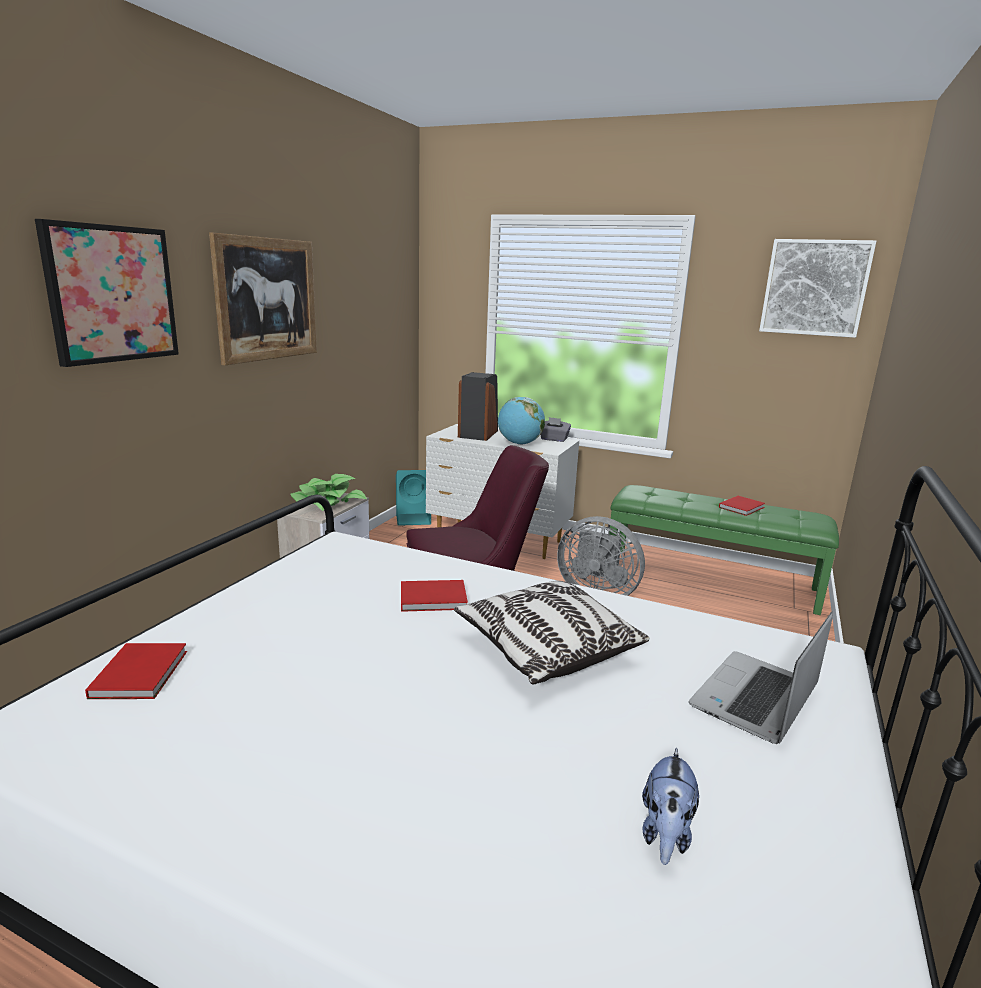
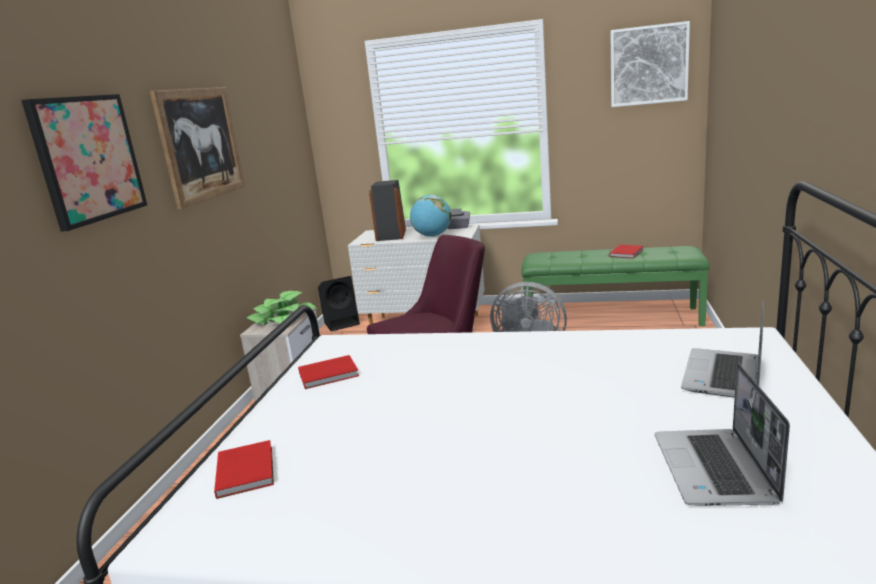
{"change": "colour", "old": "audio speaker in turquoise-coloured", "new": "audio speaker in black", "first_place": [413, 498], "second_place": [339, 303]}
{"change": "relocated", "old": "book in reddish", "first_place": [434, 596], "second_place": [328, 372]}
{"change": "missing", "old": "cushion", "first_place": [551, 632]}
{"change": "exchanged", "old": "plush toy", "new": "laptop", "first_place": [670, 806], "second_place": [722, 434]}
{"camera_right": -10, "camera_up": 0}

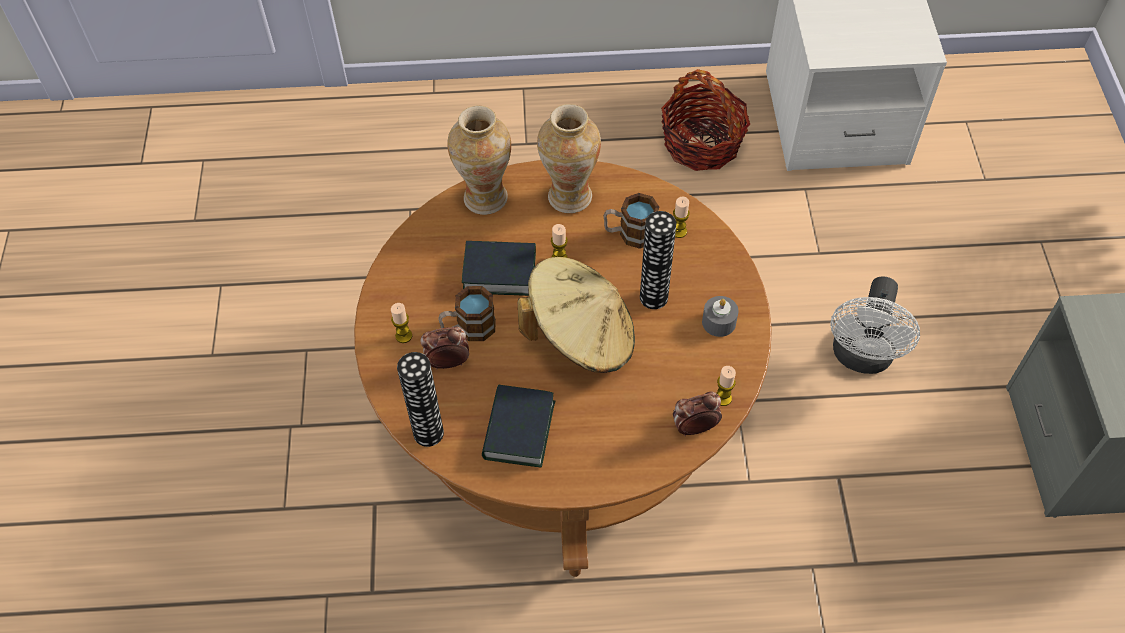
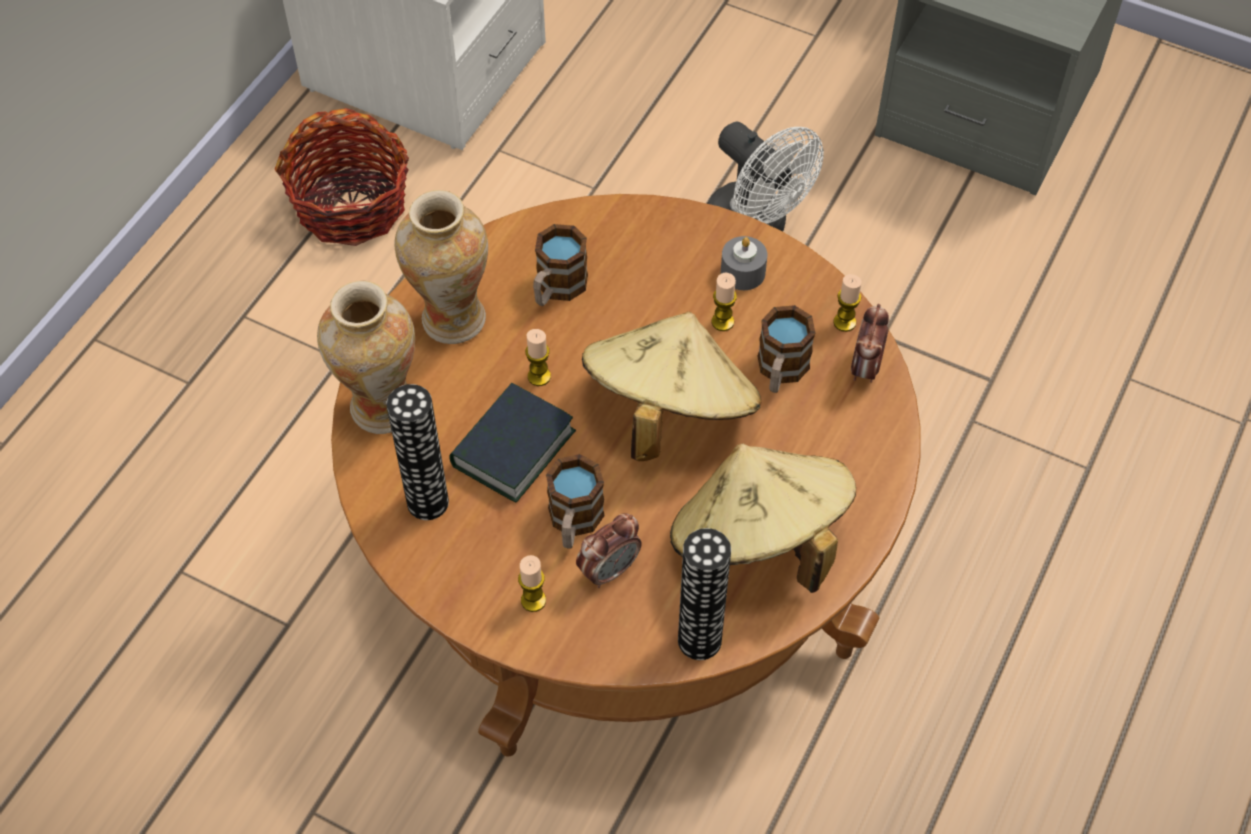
{"change": "spun", "old": "alarm clock", "first_place": [444, 348], "second_place": [609, 550], "degrees": -150}
{"change": "exchanged", "old": "book", "new": "hat in beige-coloured", "first_place": [518, 426], "second_place": [763, 518]}
{"change": "relocated", "old": "decorative vase", "first_place": [658, 260], "second_place": [417, 452]}
{"change": "relocated", "old": "wax candle", "first_place": [681, 217], "second_place": [724, 302]}
{"change": "appeared", "new": "tea mug", "second_place": [786, 349]}
{"camera_right": -60, "camera_up": 0}

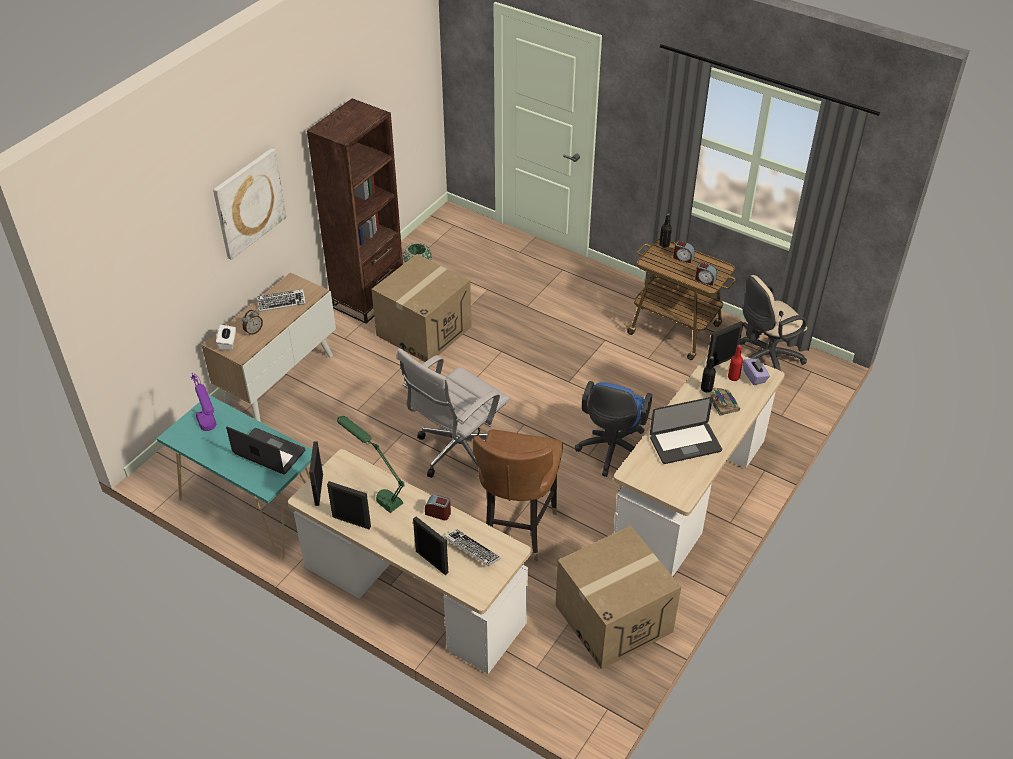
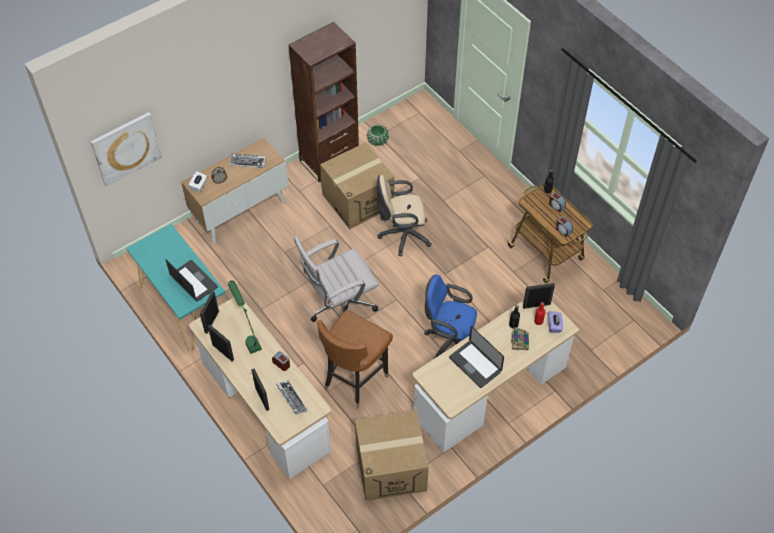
{"change": "missing", "old": "lamp for a table in purple-coloured", "first_place": [203, 402]}
{"change": "relocated", "old": "wall picture", "first_place": [249, 204], "second_place": [126, 149]}
{"change": "spun", "old": "desk chair in bluish", "first_place": [613, 429], "second_place": [450, 317], "degrees": 75}
{"change": "spun", "old": "laptop", "first_place": [686, 430], "second_place": [476, 357], "degrees": 45}
{"change": "relocated", "old": "desk chair in beige-coloured", "first_place": [773, 323], "second_place": [404, 215]}
{"camera_right": 20, "camera_up": 10}

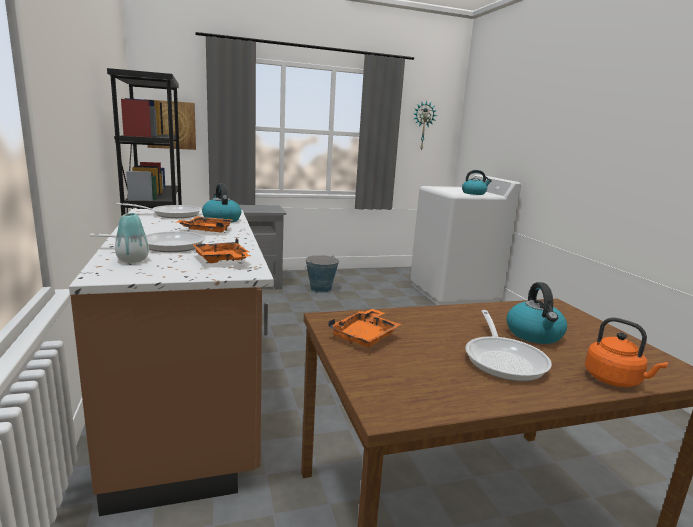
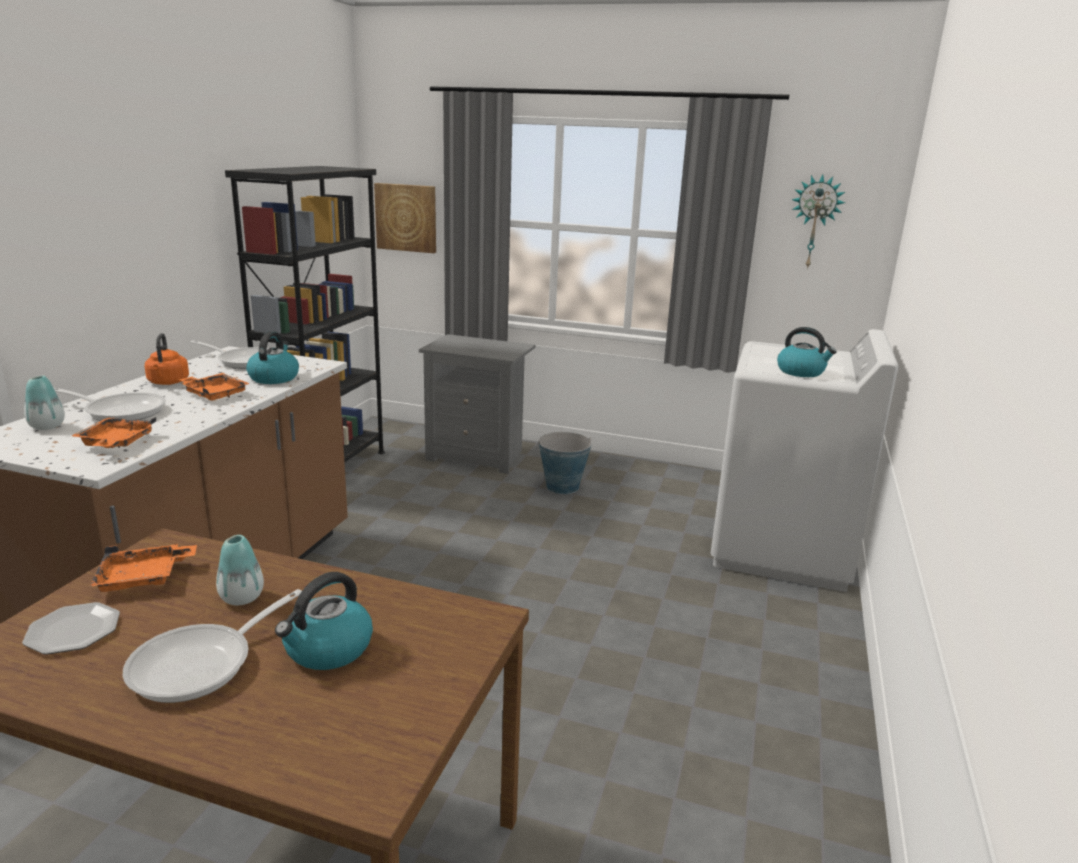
{"change": "relocated", "old": "tea kettle in orangey", "first_place": [626, 352], "second_place": [166, 359]}
{"change": "appeared", "new": "plate", "second_place": [71, 628]}
{"change": "appeared", "new": "decorative vase", "second_place": [240, 570]}
{"camera_right": 35, "camera_up": 5}

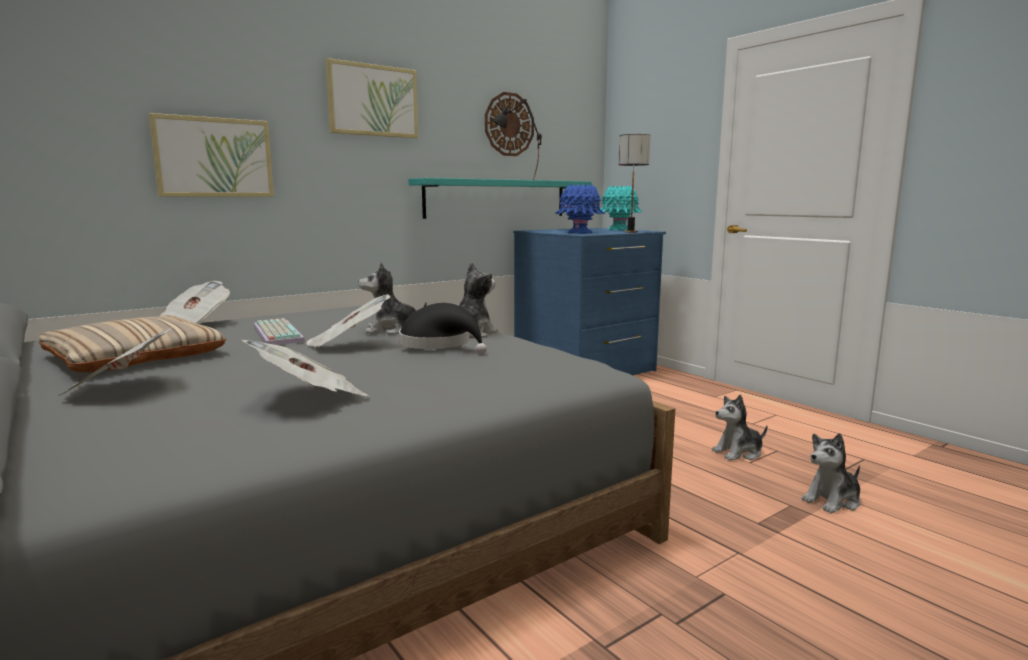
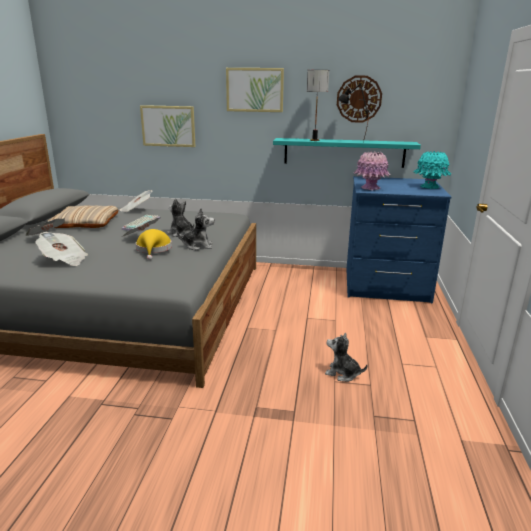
{"change": "colour", "old": "hat in black", "new": "hat in yellow", "first_place": [443, 328], "second_place": [154, 244]}
{"change": "colour", "old": "decorative vase in bluish", "new": "decorative vase in pink-coloured", "first_place": [580, 209], "second_place": [372, 170]}
{"change": "relocated", "old": "lamp for a table", "first_place": [634, 183], "second_place": [318, 105]}
{"change": "missing", "old": "plush toy", "first_place": [830, 473]}
{"camera_right": 45, "camera_up": 10}

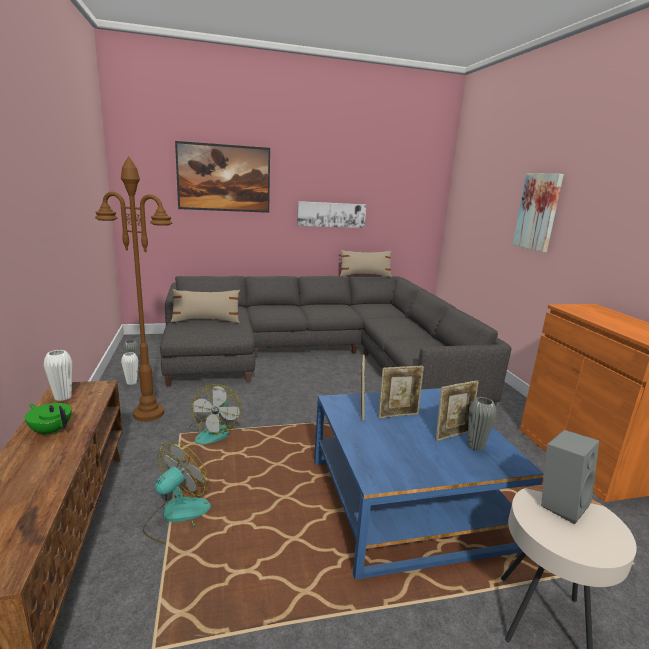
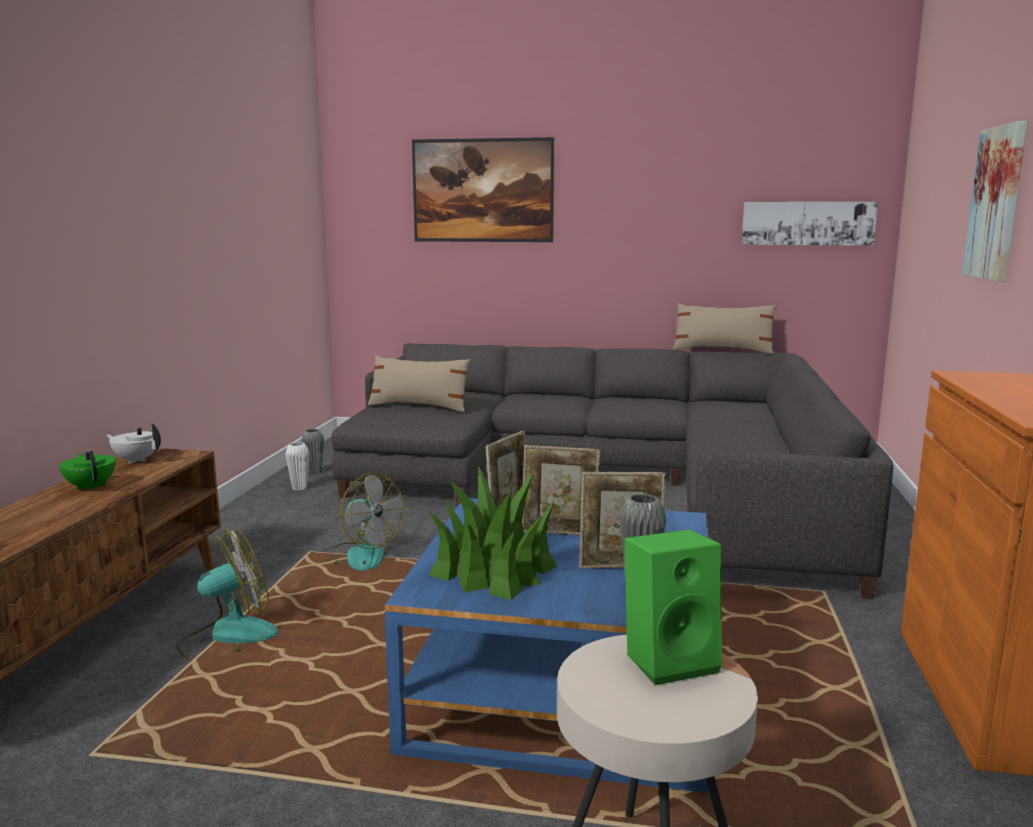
{"change": "exchanged", "old": "decorative vase in white-coloured", "new": "teapot in white-coloured", "first_place": [58, 375], "second_place": [133, 444]}
{"change": "missing", "old": "floor lamp in brown-coloured", "first_place": [134, 288]}
{"change": "spun", "old": "electric fan", "first_place": [215, 414], "second_place": [364, 522], "degrees": -75}
{"change": "relocated", "old": "wall picture", "first_place": [331, 214], "second_place": [810, 224]}
{"change": "colour", "old": "audio speaker in grey", "new": "audio speaker in green-coloured", "first_place": [570, 477], "second_place": [673, 607]}
{"change": "appeared", "new": "potted plant", "second_place": [493, 533]}
{"camera_right": 25, "camera_up": -5}

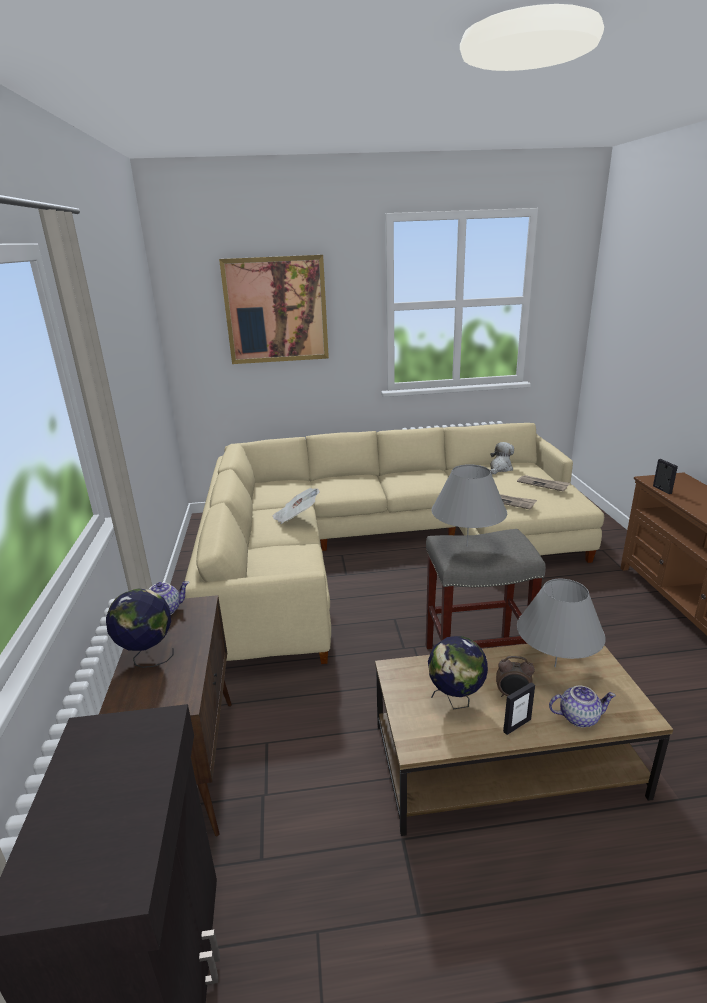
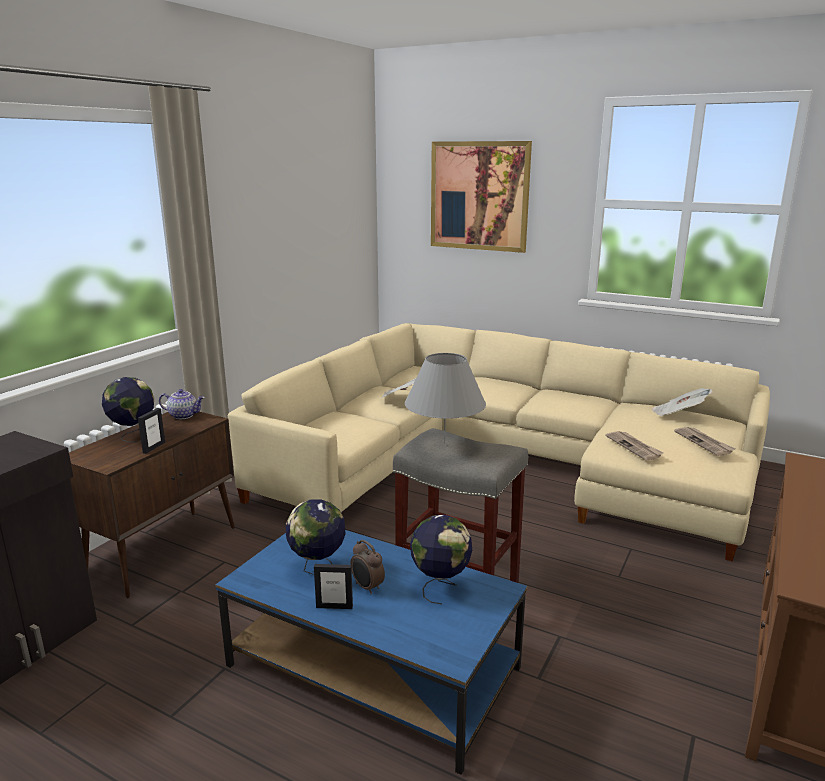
{"change": "colour", "old": "coffee table in brown-coloured", "new": "coffee table in bluish", "first_place": [524, 740], "second_place": [371, 652]}
{"change": "exchanged", "old": "plush toy", "new": "daily paper", "first_place": [502, 458], "second_place": [682, 402]}
{"change": "exchanged", "old": "lamp for a table in grey", "new": "globe", "first_place": [561, 623], "second_place": [441, 559]}
{"change": "missing", "old": "teapot", "first_place": [582, 706]}
{"change": "relocated", "old": "picture frame", "first_place": [665, 476], "second_place": [151, 431]}
{"camera_right": 35, "camera_up": -5}

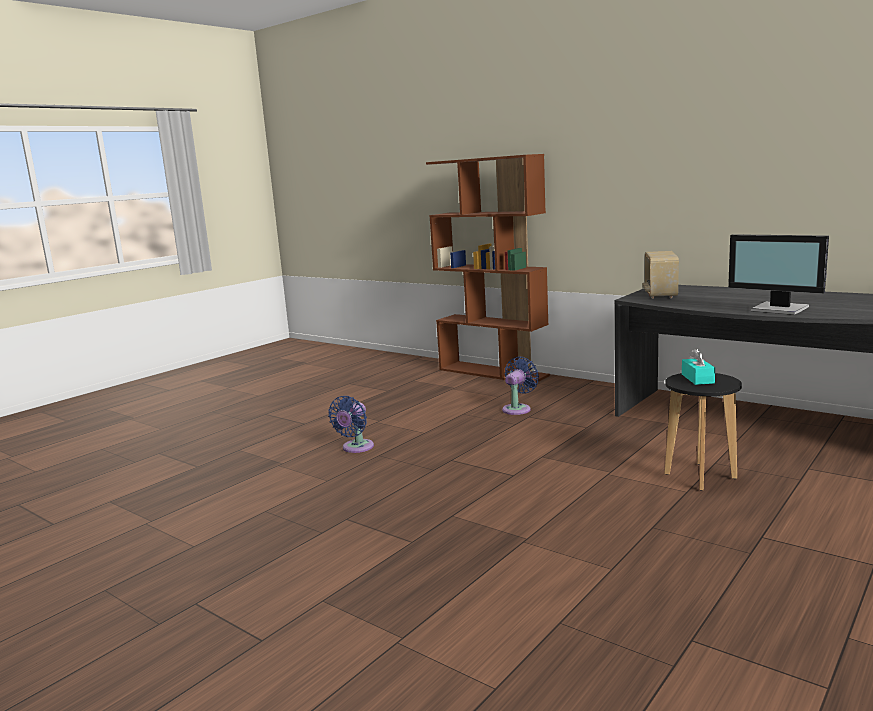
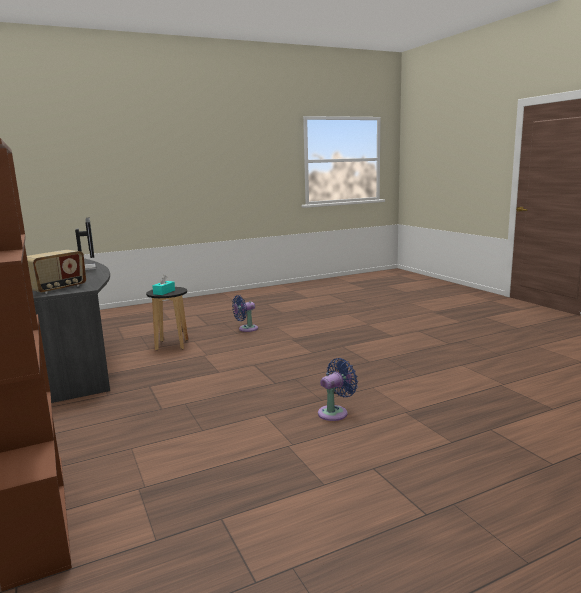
{"change": "relocated", "old": "electric fan in bluish", "first_place": [520, 385], "second_place": [245, 313]}
{"camera_right": -155, "camera_up": 0}

